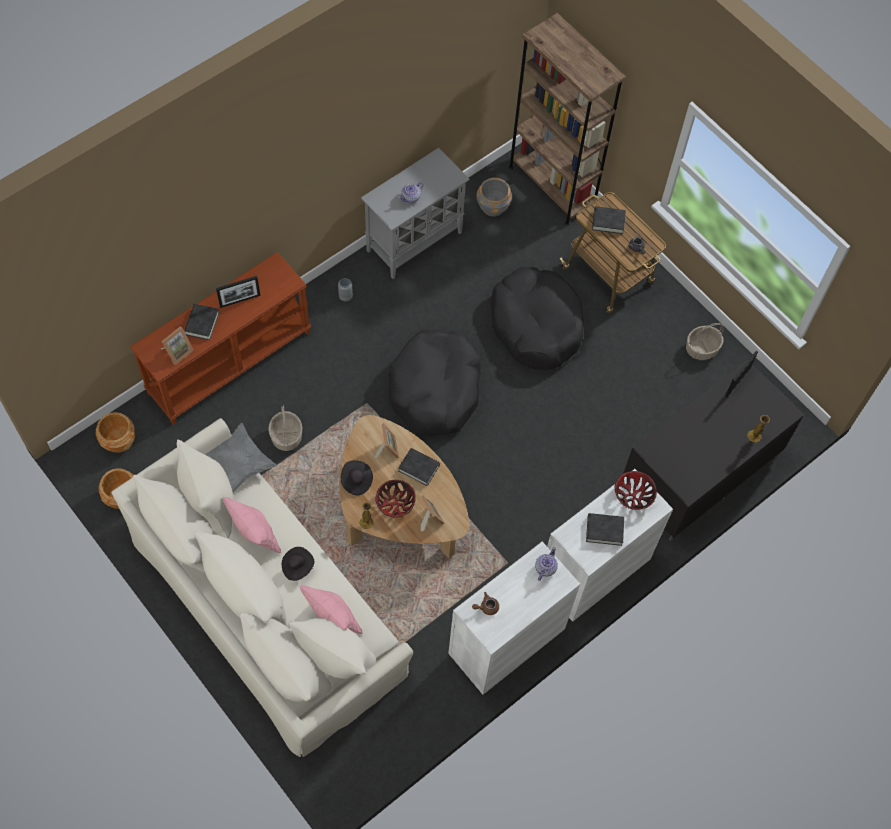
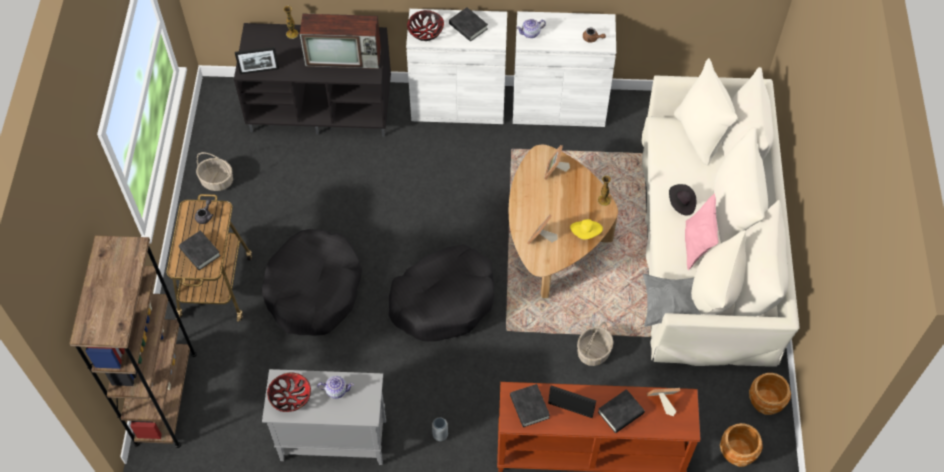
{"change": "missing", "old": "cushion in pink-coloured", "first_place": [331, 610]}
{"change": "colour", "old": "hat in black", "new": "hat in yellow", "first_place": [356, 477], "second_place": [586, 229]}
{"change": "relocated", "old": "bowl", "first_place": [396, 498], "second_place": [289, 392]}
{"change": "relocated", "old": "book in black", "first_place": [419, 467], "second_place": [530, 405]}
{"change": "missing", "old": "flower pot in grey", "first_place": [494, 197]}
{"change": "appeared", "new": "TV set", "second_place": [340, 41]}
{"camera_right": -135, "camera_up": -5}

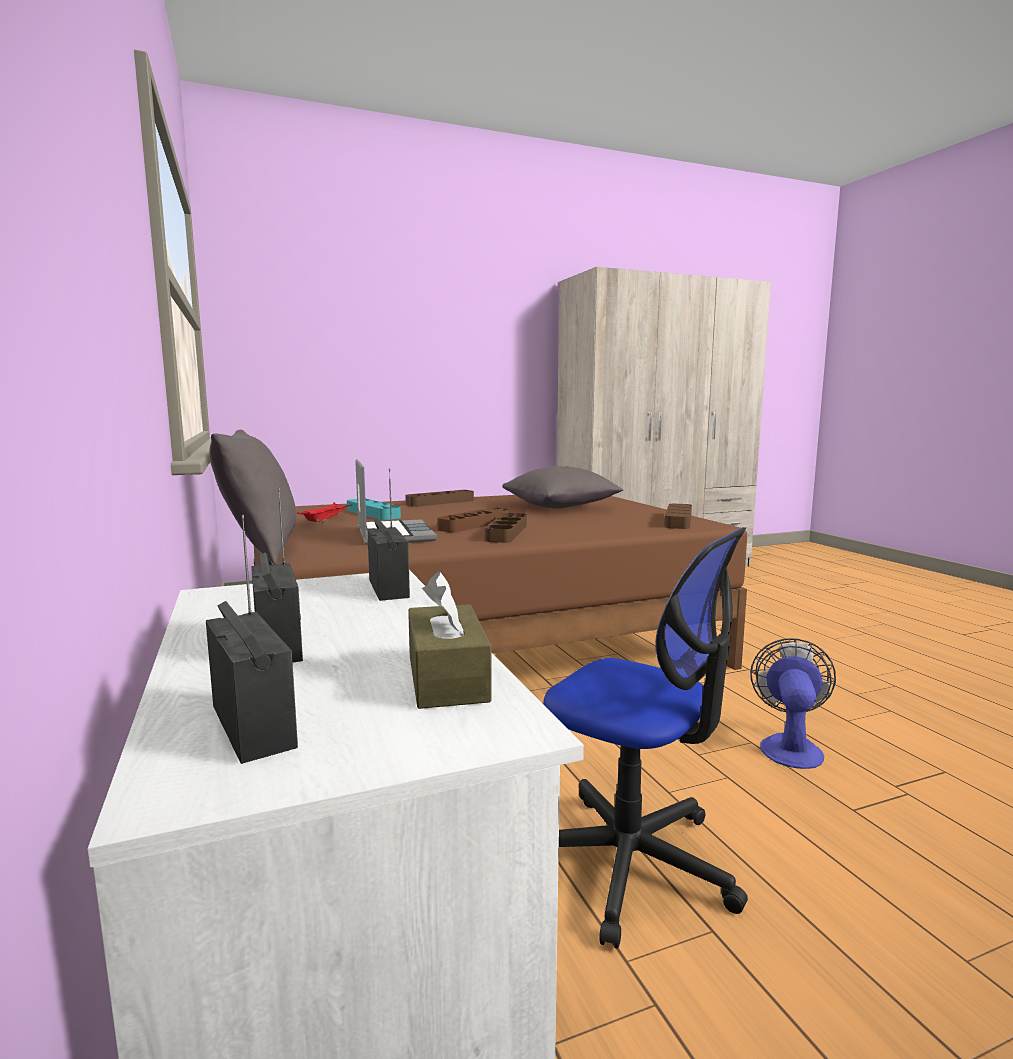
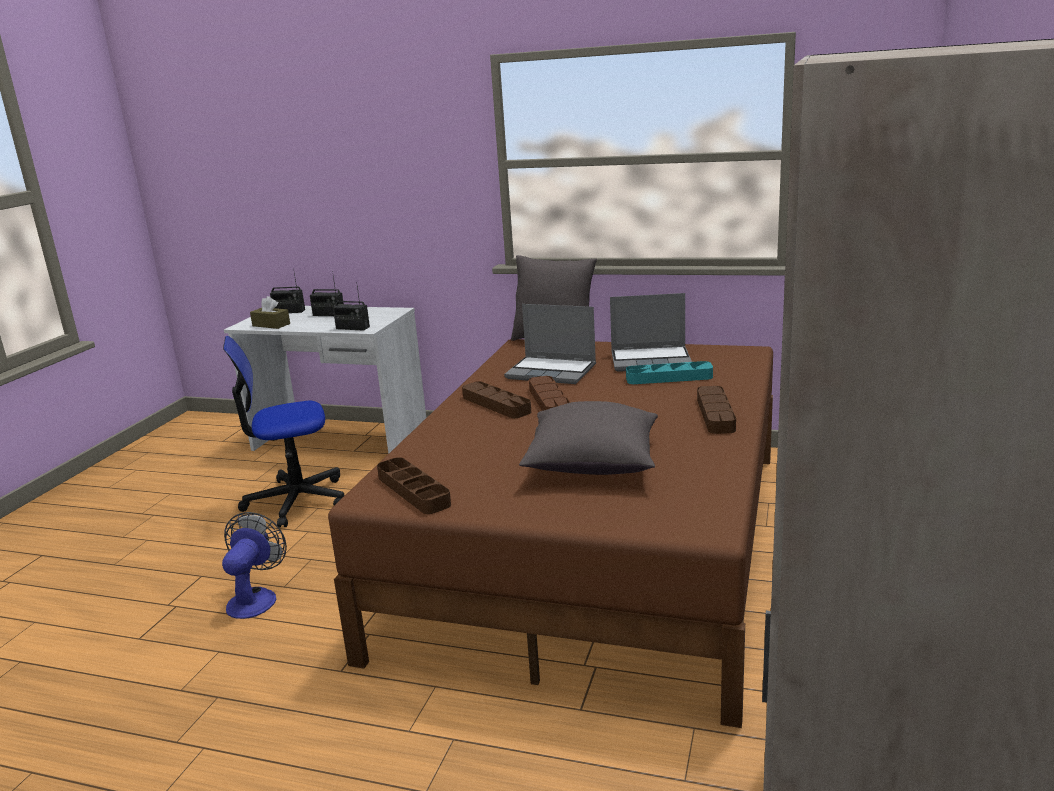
{"change": "exchanged", "old": "carrying tray in reddish", "new": "laptop", "first_place": [325, 512], "second_place": [651, 332]}
{"change": "spun", "old": "electric fan", "first_place": [793, 703], "second_place": [254, 565], "degrees": -135}
{"camera_right": 130, "camera_up": 10}

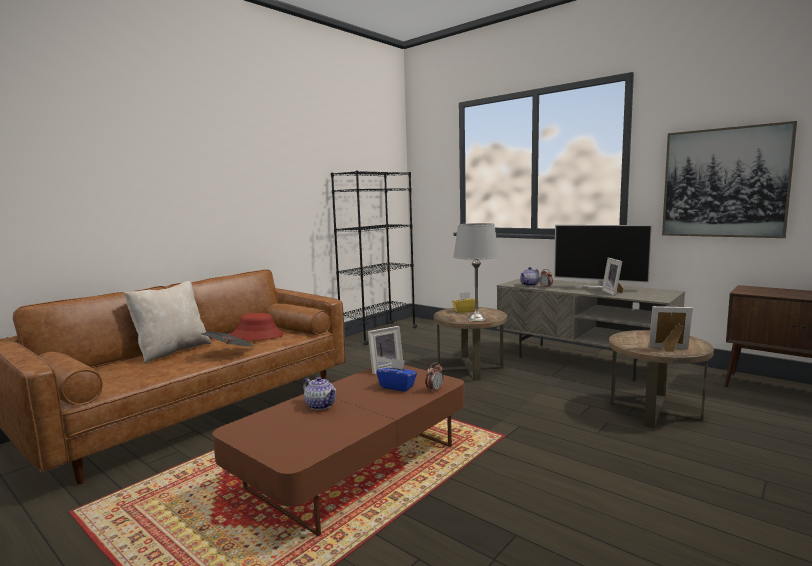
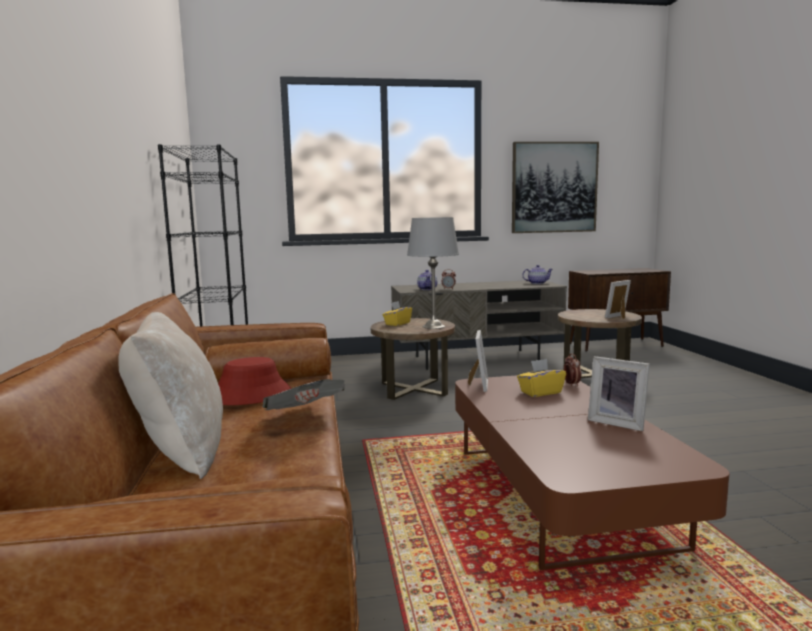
{"change": "relocated", "old": "teapot", "first_place": [320, 393], "second_place": [537, 274]}
{"change": "colour", "old": "box of tissues in bluish", "new": "box of tissues in yellow", "first_place": [396, 375], "second_place": [541, 378]}
{"change": "missing", "old": "TV set", "first_place": [603, 257]}
{"change": "relocated", "old": "picture frame", "first_place": [612, 277], "second_place": [619, 393]}
{"camera_right": -50, "camera_up": 0}

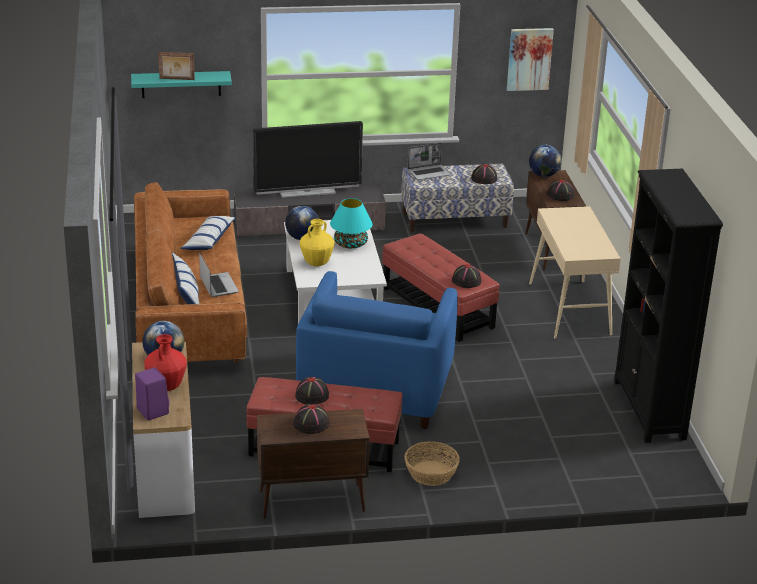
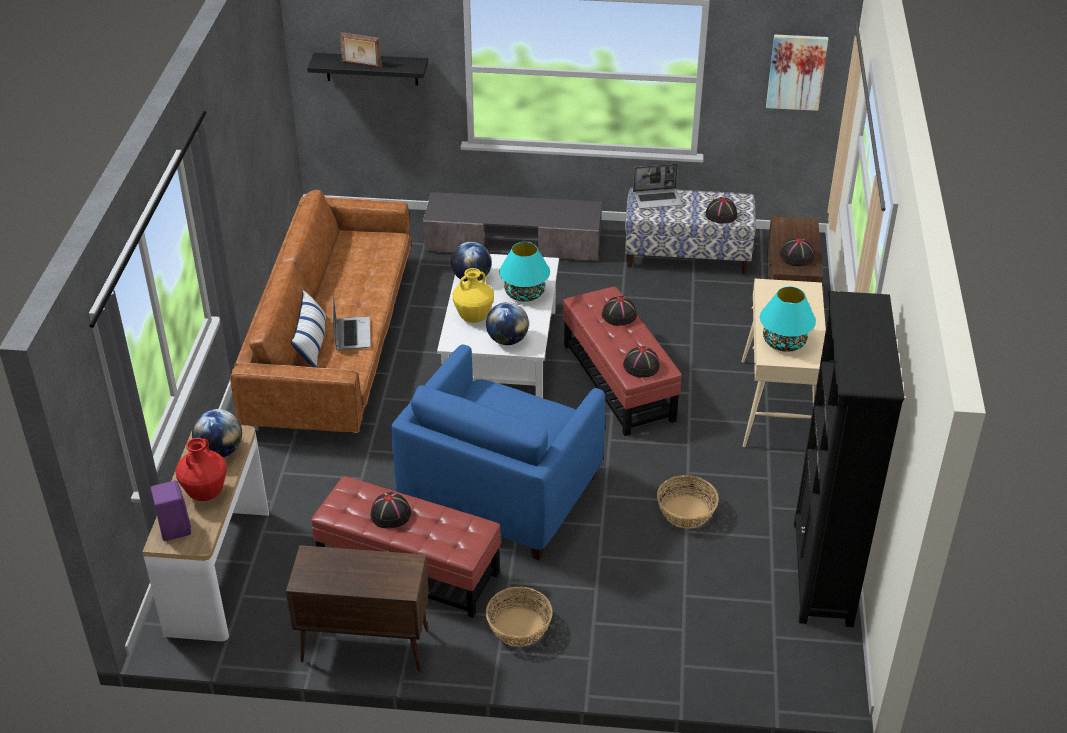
{"change": "colour", "old": "wall shelf in turquoise-coloured", "new": "wall shelf in black", "first_place": [181, 84], "second_place": [367, 69]}
{"change": "missing", "old": "cushion", "first_place": [208, 233]}
{"change": "missing", "old": "TV set", "first_place": [308, 159]}
{"change": "relocated", "old": "hat in black", "first_place": [311, 419], "second_place": [619, 311]}
{"change": "relocated", "old": "globe", "first_place": [545, 161], "second_place": [507, 323]}
{"change": "appeared", "new": "storage basket", "second_place": [688, 502]}
{"change": "appeared", "new": "lamp for a table in turquoise-coloured", "second_place": [788, 319]}
{"camera_right": 15, "camera_up": 10}

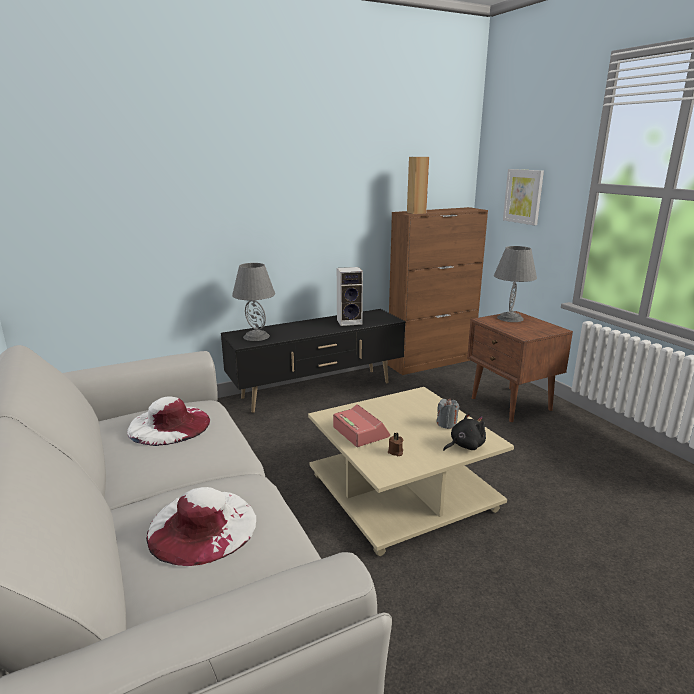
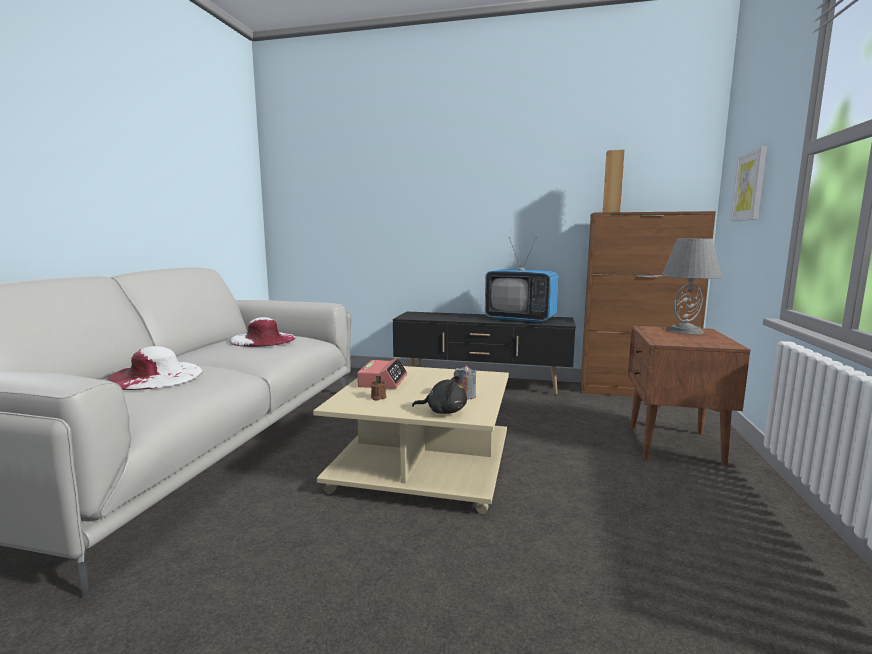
{"change": "missing", "old": "lamp for a table in grey", "first_place": [253, 302]}
{"change": "exchanged", "old": "audio speaker", "new": "TV set", "first_place": [350, 296], "second_place": [522, 280]}
{"camera_right": 40, "camera_up": -10}

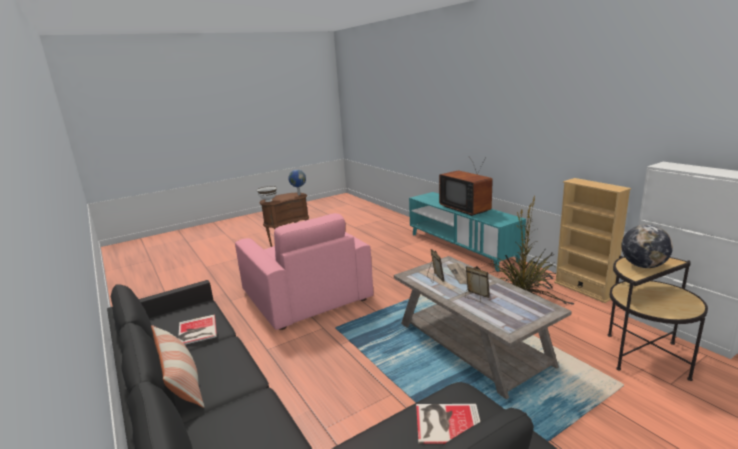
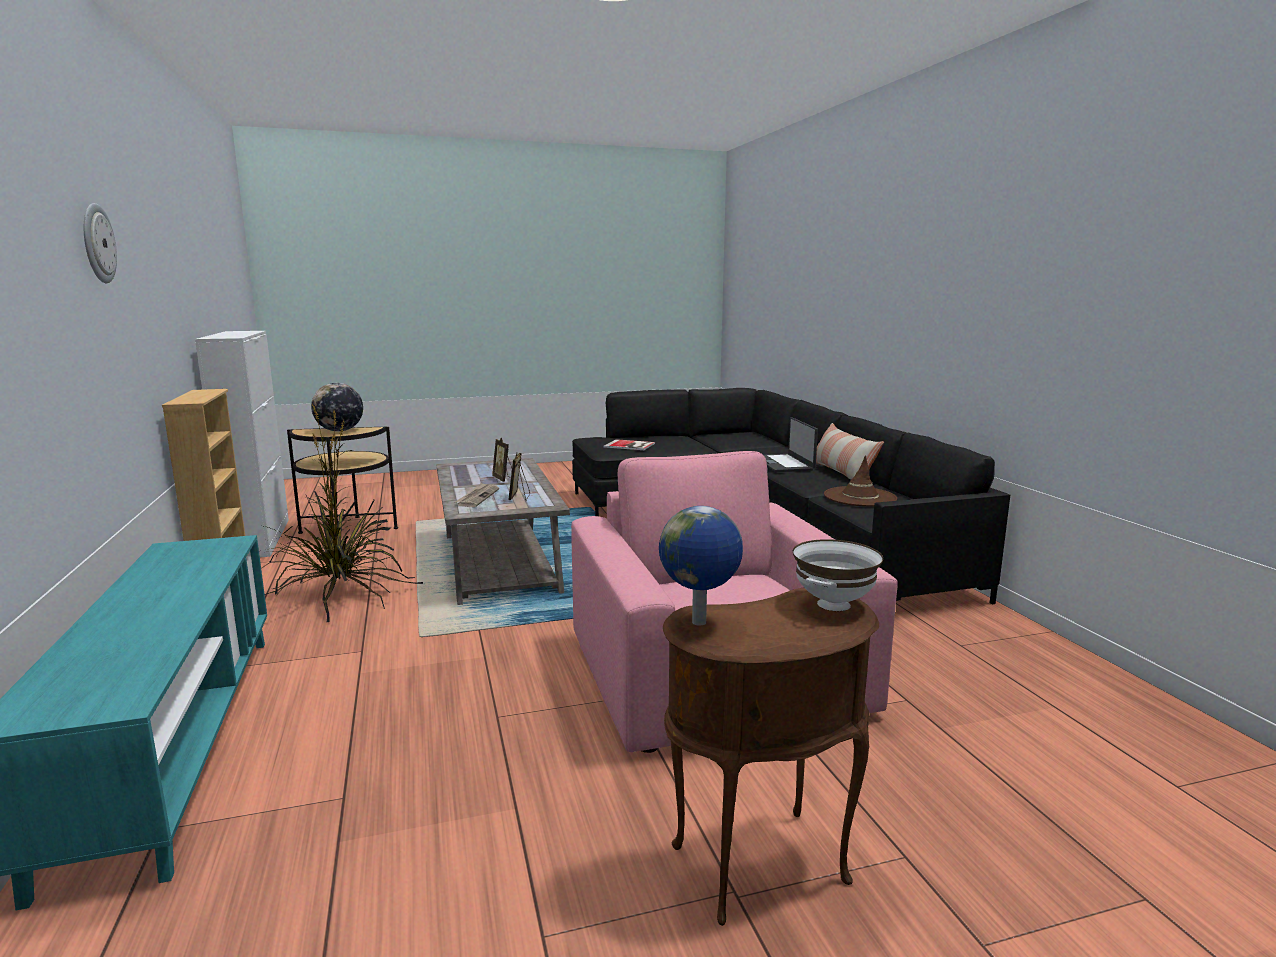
{"change": "exchanged", "old": "book", "new": "hat in brown-coloured", "first_place": [197, 329], "second_place": [860, 481]}
{"change": "missing", "old": "TV set", "first_place": [466, 186]}
{"change": "appeared", "new": "wall clock", "second_place": [100, 243]}
{"change": "appeared", "new": "laptop", "second_place": [791, 444]}
{"camera_right": -165, "camera_up": -5}

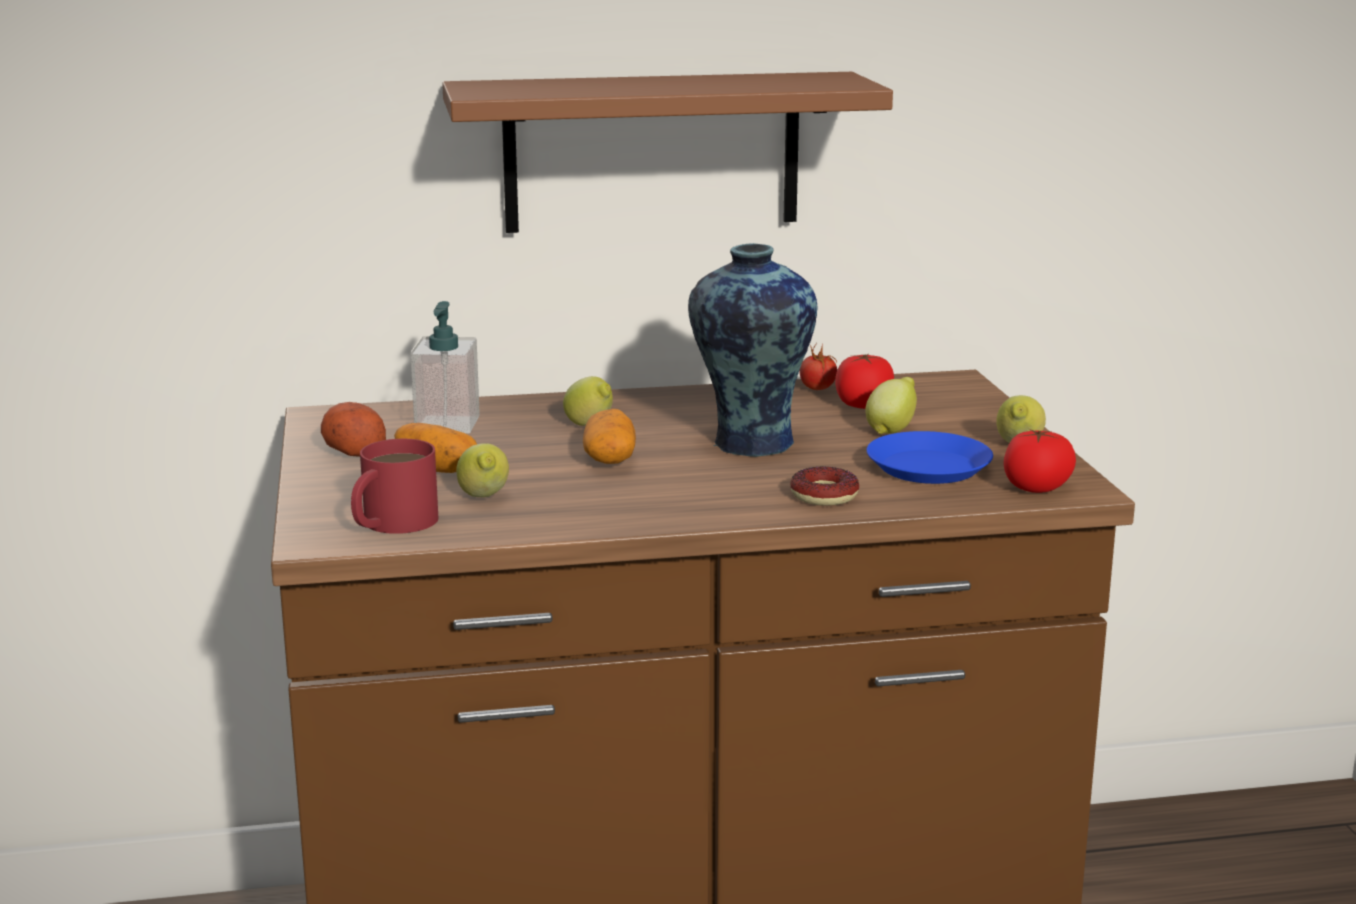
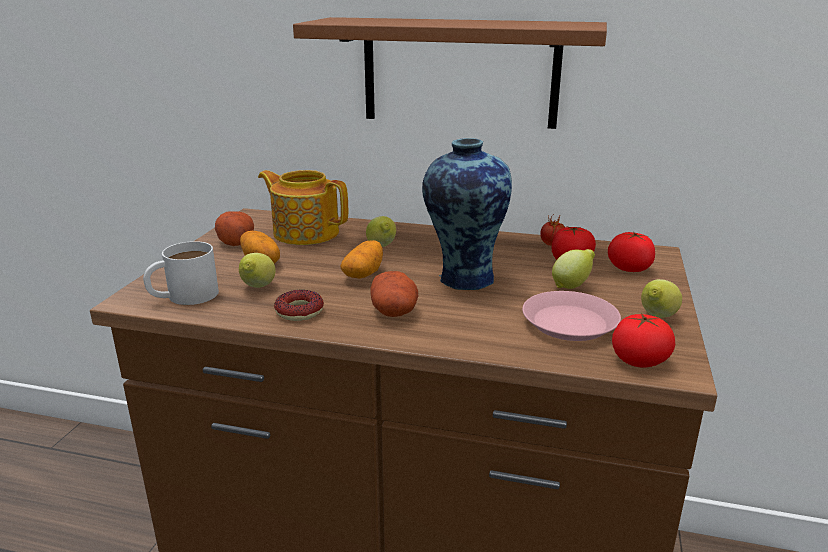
{"change": "colour", "old": "tea mug in reddish", "new": "tea mug in white-coloured", "first_place": [394, 486], "second_place": [181, 273]}
{"change": "exchanged", "old": "soap bottle", "new": "teapot", "first_place": [445, 367], "second_place": [303, 207]}
{"change": "relocated", "old": "donut", "first_place": [824, 486], "second_place": [299, 305]}
{"change": "colour", "old": "plate in bluish", "new": "plate in pink-coloured", "first_place": [929, 457], "second_place": [571, 316]}
{"change": "appeared", "new": "potato", "second_place": [394, 294]}
{"change": "appeared", "new": "fresh tomato", "second_place": [631, 252]}
{"camera_right": 25, "camera_up": 5}

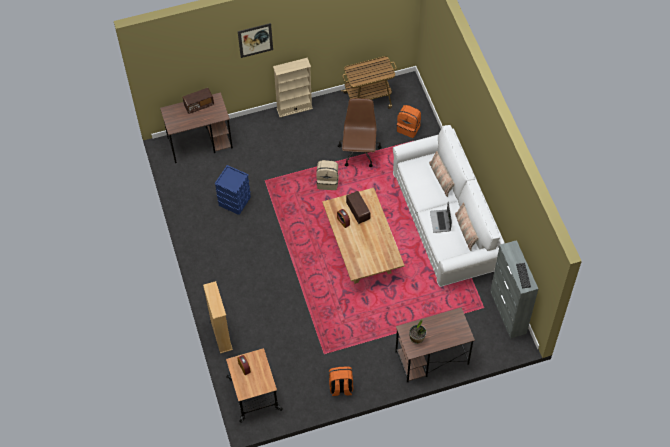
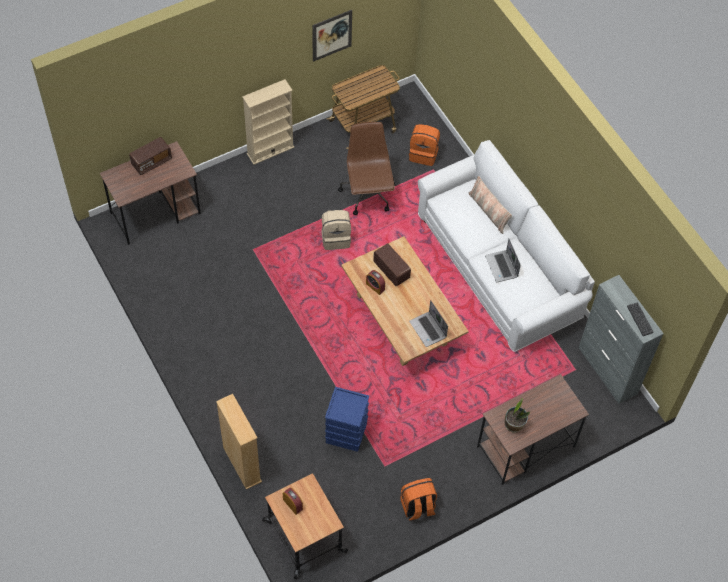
{"change": "relocated", "old": "storage box in bluish", "first_place": [233, 190], "second_place": [347, 419]}
{"change": "relocated", "old": "wall picture", "first_place": [255, 40], "second_place": [332, 36]}
{"change": "missing", "old": "cushion", "first_place": [466, 227]}
{"change": "appeared", "new": "laptop", "second_place": [428, 323]}
{"camera_right": -15, "camera_up": 0}

